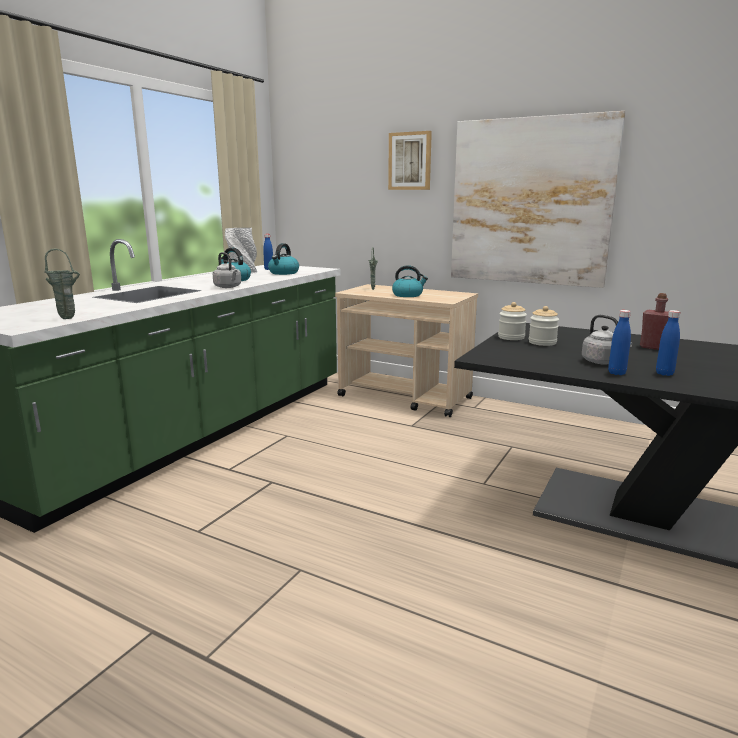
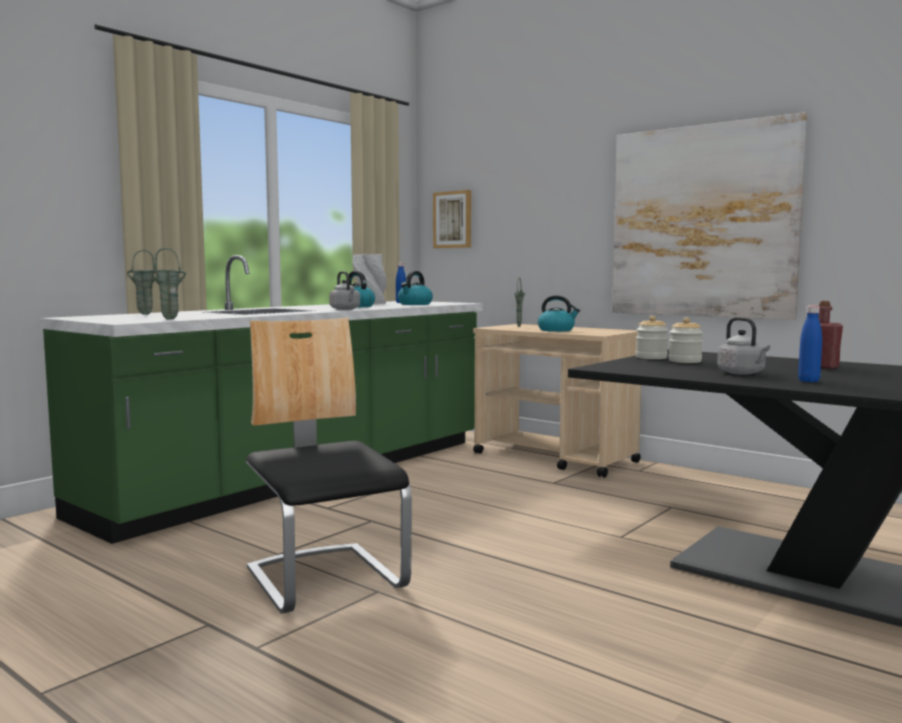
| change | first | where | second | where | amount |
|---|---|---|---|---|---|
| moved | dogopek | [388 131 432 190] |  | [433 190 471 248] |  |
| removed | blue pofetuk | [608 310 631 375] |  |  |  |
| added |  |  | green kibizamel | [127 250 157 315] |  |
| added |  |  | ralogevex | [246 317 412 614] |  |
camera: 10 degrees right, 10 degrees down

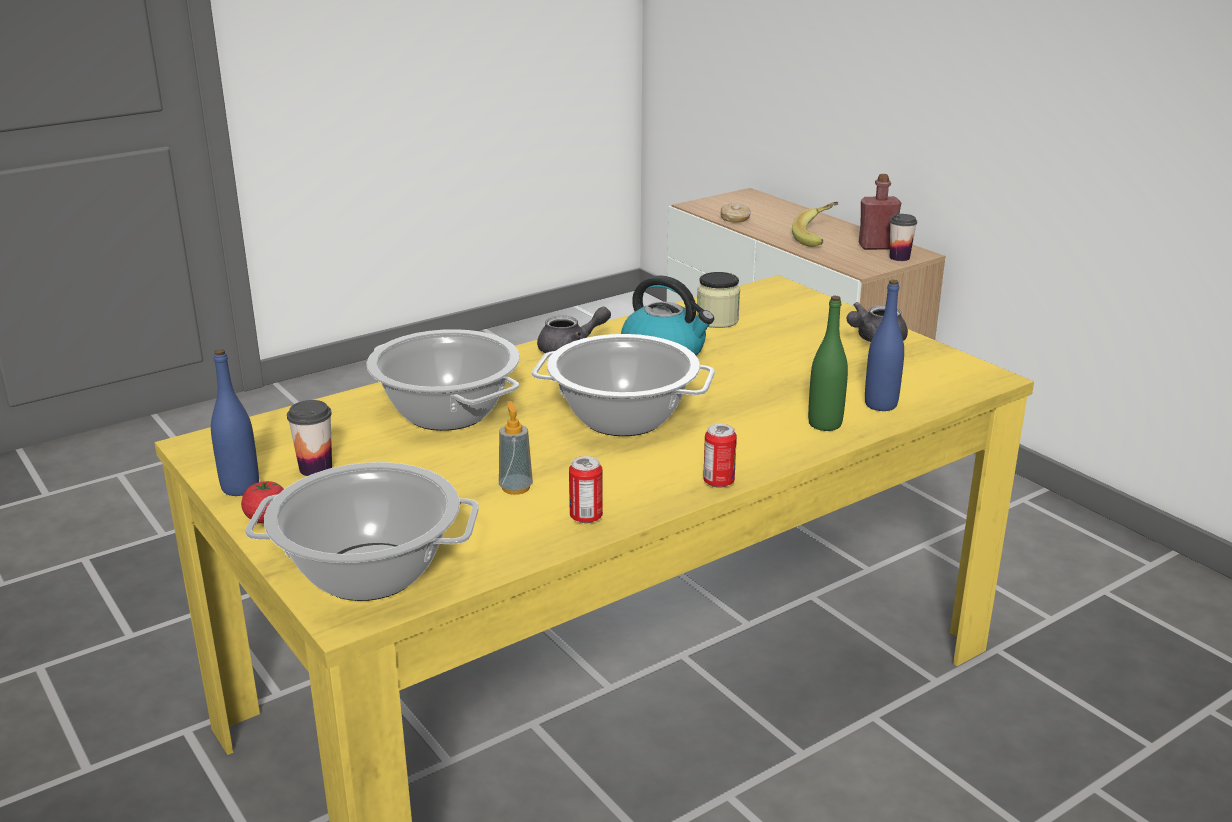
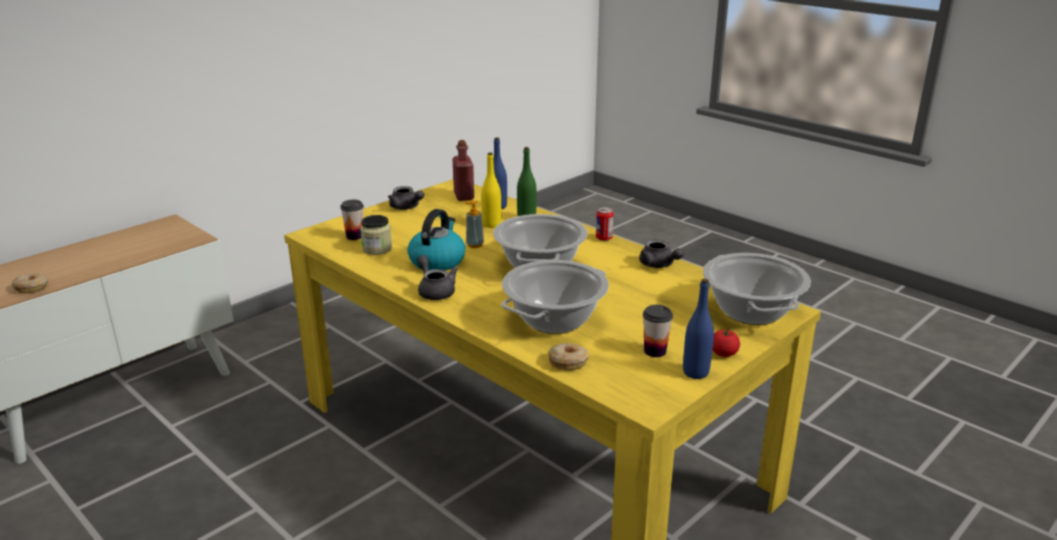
| change | first | where | second | where | amount |
|---|---|---|---|---|---|
| moved | red pofetuk | [859 174 902 250] |  | [452 140 474 201] |  |
| removed | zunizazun | [792 202 838 247] |  |  |  |
| moved | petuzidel | [890 214 917 261] |  | [340 200 364 240] |  |
| moved | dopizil | [499 401 533 495] |  | [465 200 484 248] |  |
| replaced | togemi | [569 456 603 523] | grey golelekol | [639 240 684 268] |  |
| added |  |  | yellow pofetuk | [481 152 501 228] |  |
| added |  |  | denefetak | [548 343 589 371] |  |
camera: 100 degrees left, 0 degrees up

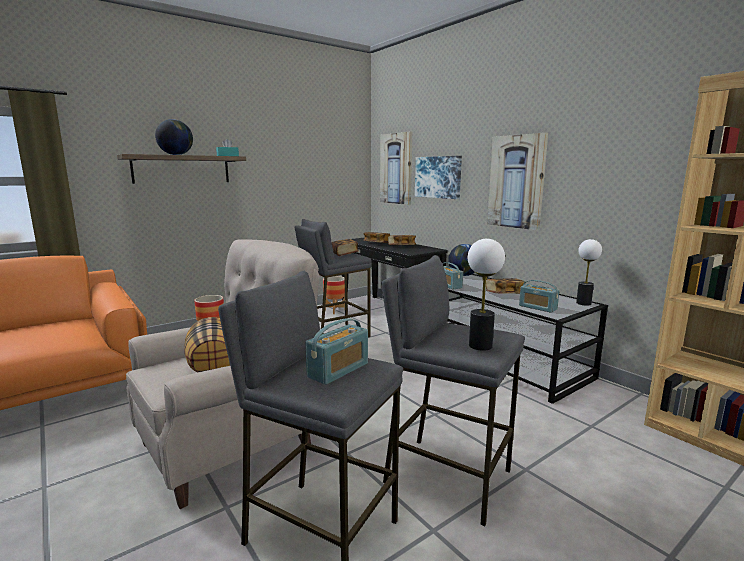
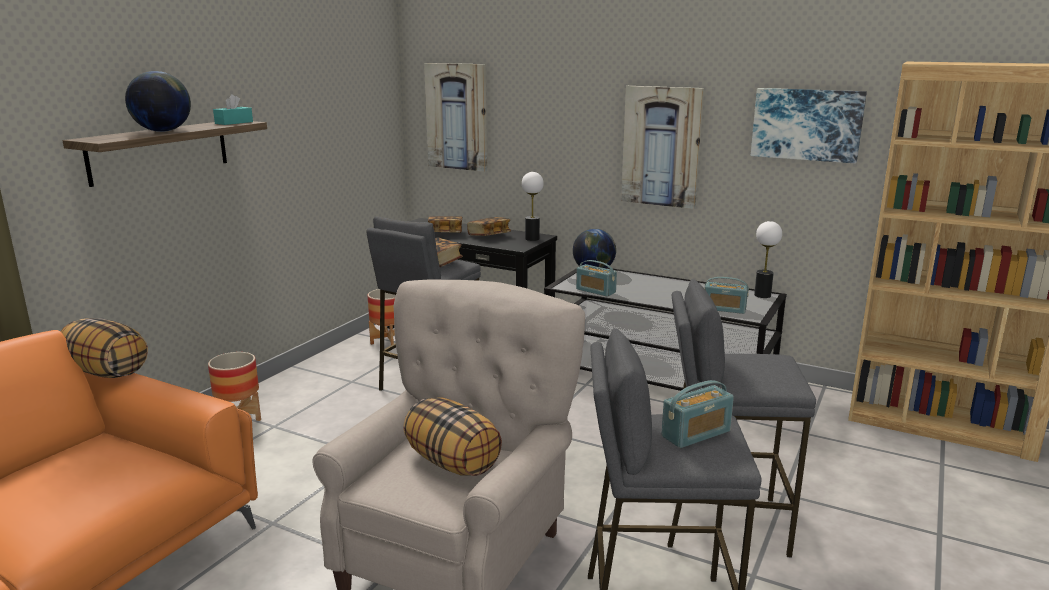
| change | first | where | second | where | amount |
|---|---|---|---|---|---|
| moved | dogopek | [415 156 462 199] |  | [751 88 867 164] |  |
| moved | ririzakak | [468 239 505 351] |  | [522 172 544 241] |  |
| removed | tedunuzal | [486 278 525 294] |  |  |  |
| turned | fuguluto | [305 318 368 385] |  | [661 380 734 448] | 45 degrees clockwise |
| added |  |  | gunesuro | [60 318 148 378] |  |
camera: 25 degrees left, 5 degrees up

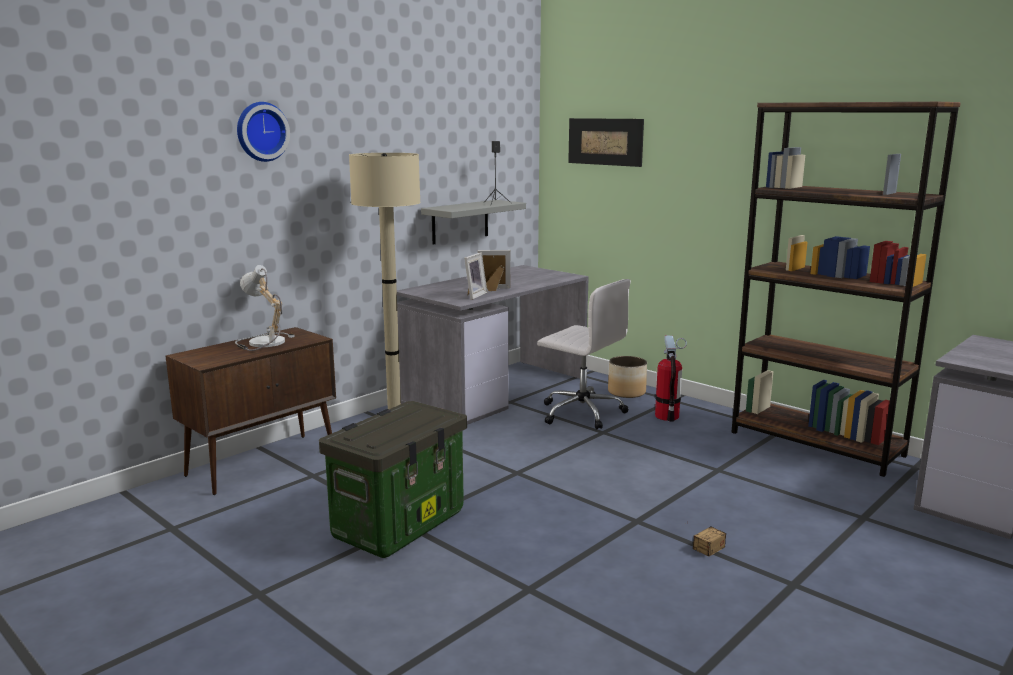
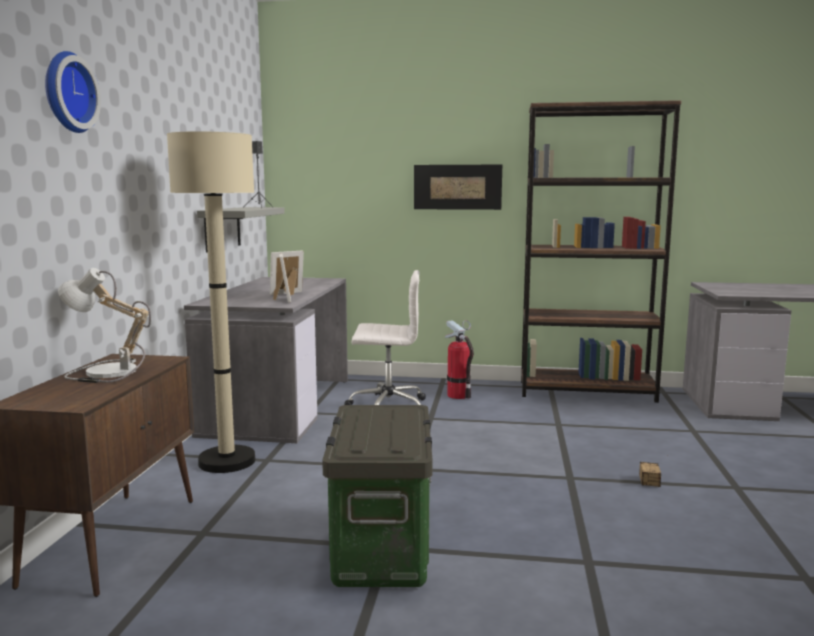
| change | first | where | second | where | amount |
|---|---|---|---|---|---|
| moved | dogopek | [568 118 644 167] |  | [414 165 502 210] |  |
| removed | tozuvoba | [608 356 647 398] |  |  |  |
camera: 35 degrees left, 5 degrees down

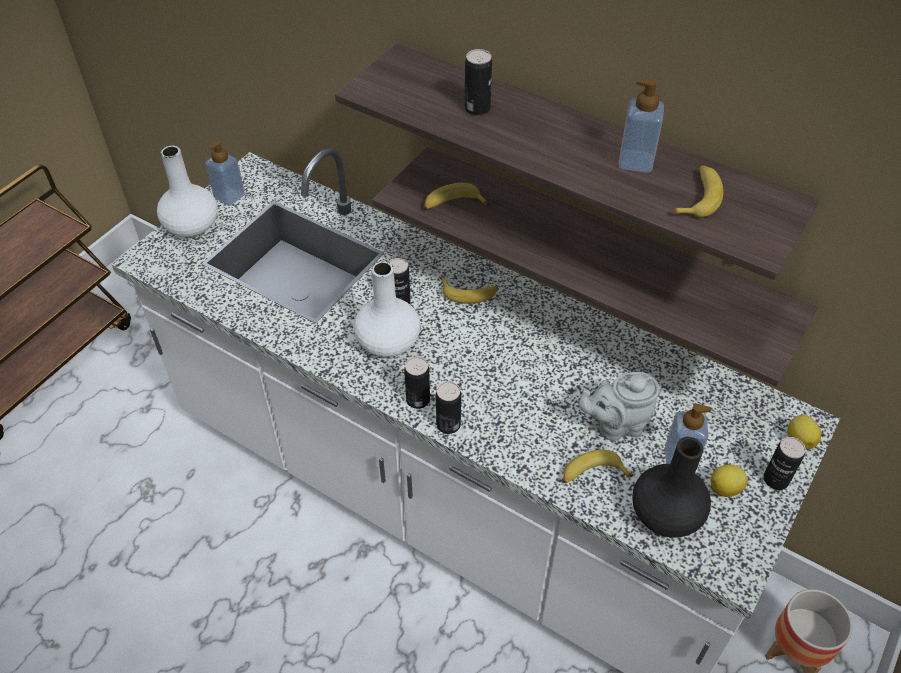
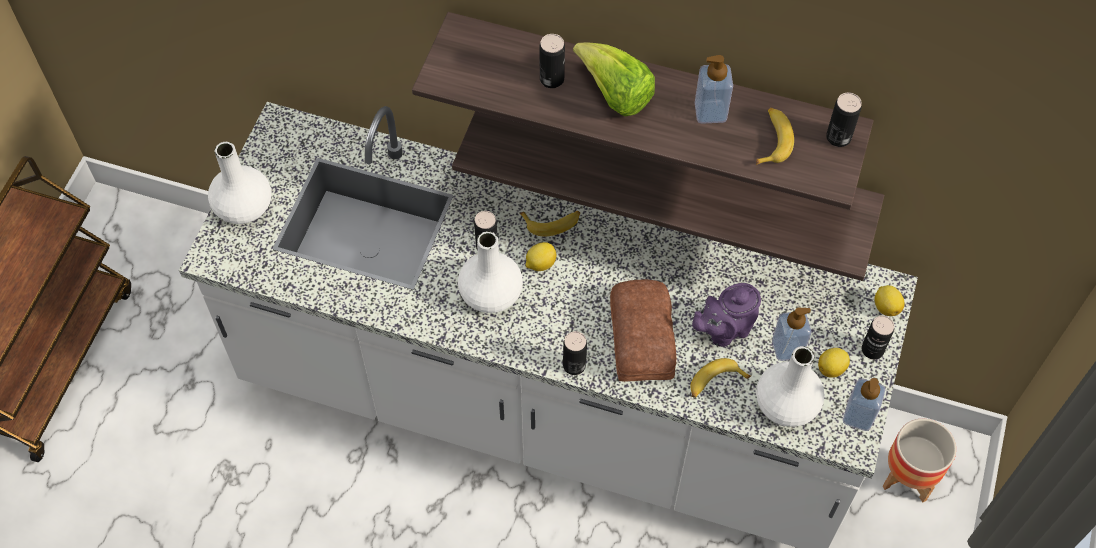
| change | first | where | second | where | amount |
|---|---|---|---|---|---|
| moved | dopizil | [205 141 245 206] |  | [843 378 885 431] |  |
| removed | zunizazun | [424 183 490 209] |  |  |  |
| moved | togemi | [404 357 430 409] |  | [826 92 862 147] |  |
| recoloured | grey golelekol | [579 372 659 441] | purple golelekol | [692 283 761 347] |  |
| recoloured | black kibizamel | [632 437 711 537] | white kibizamel | [756 346 825 427] |  |
| added |  |  | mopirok | [573 42 655 117] |  |
| added |  |  | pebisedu | [526 242 557 271] |  |
| added |  |  | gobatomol | [610 279 676 382] |  |
camera: 15 degrees left, 10 degrees up

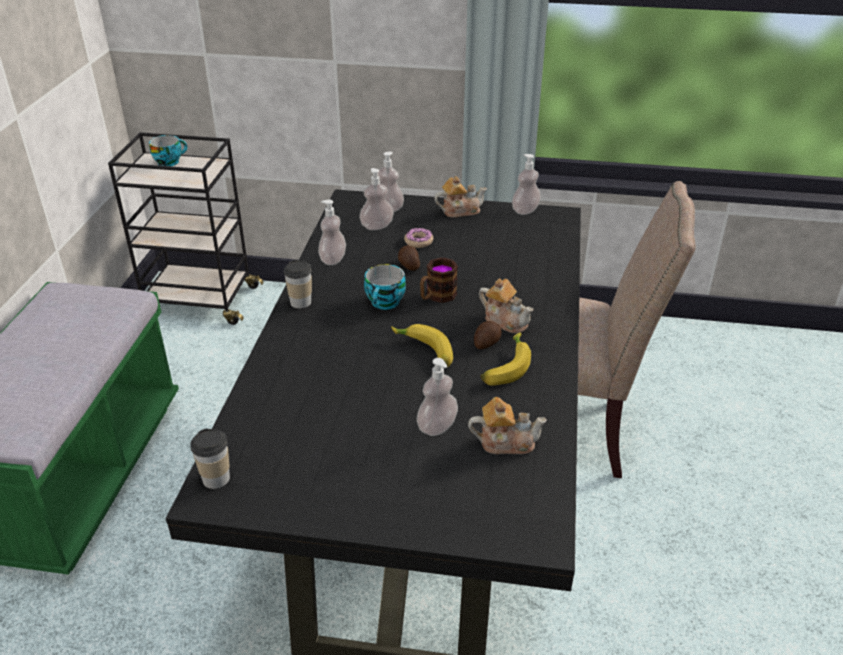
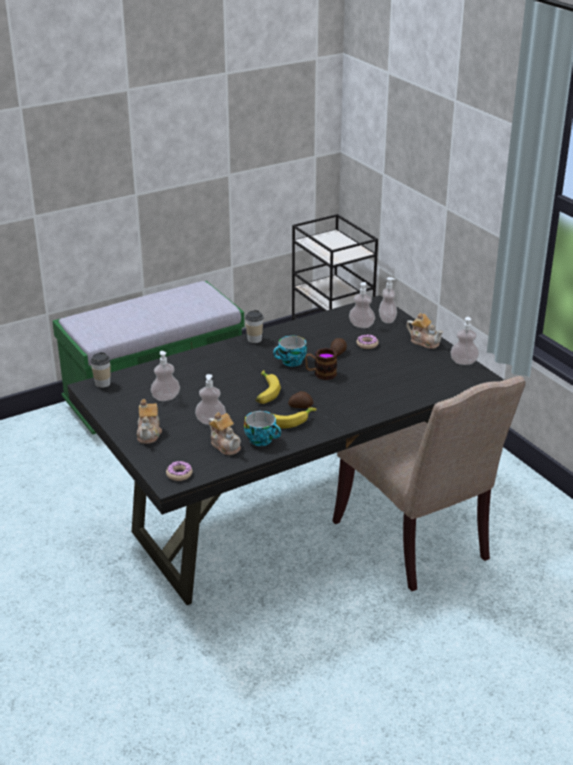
| change | first | where | second | where | amount |
|---|---|---|---|---|---|
| moved | petuzidel | [149 135 187 166] |  | [244 411 281 446] |  |
| moved | dopizil | [318 200 346 265] |  | [151 351 180 401] |  |
| moved | golelekol | [479 278 534 334] |  | [137 399 162 444] |  |
| added |  |  | denefetak | [166 461 192 481] |  |
camera: 50 degrees right, 5 degrees down

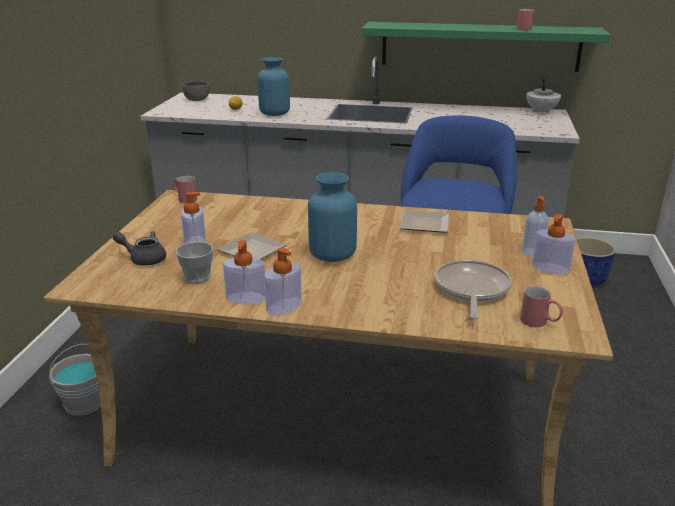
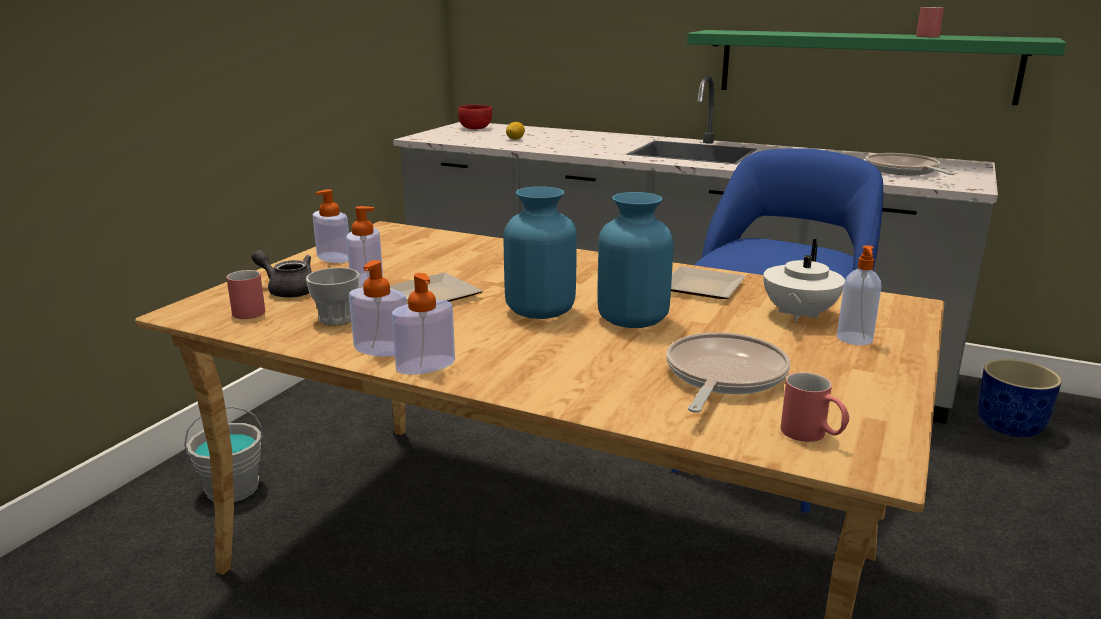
| change | first | where | second | where | amount |
|---|---|---|---|---|---|
| moved | blue kibizamel | [257 57 290 116] |  | [597 192 673 328] |  |
| moved | white golelekol | [526 79 561 114] |  | [763 239 845 322] |  |
| recoloured | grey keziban | [182 81 210 101] | red keziban | [458 105 492 129] |  |
| moved | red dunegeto | [173 176 197 203] |  | [226 270 265 319] |  |
| moved | dopizil | [532 214 576 275] |  | [313 189 349 263] |  |
| added |  |  | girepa | [866 153 955 175] |  |
camera: 15 degrees right, 5 degrees down

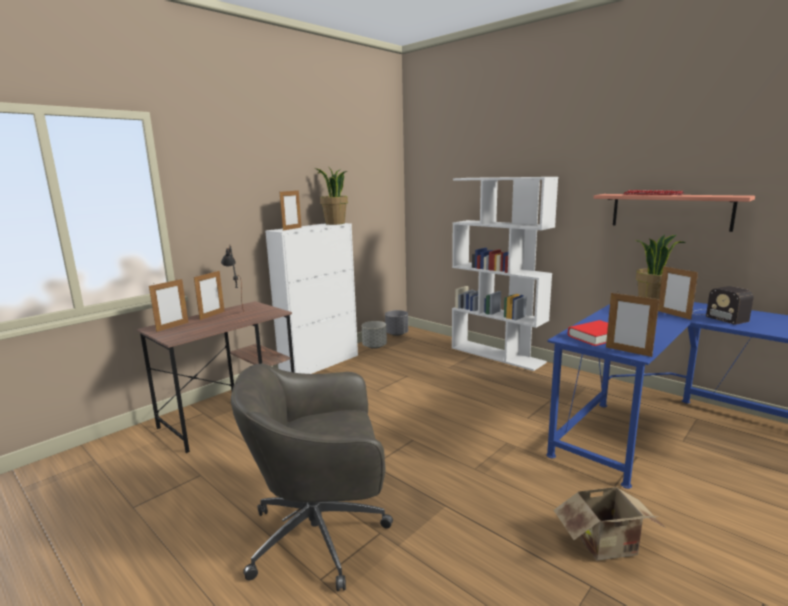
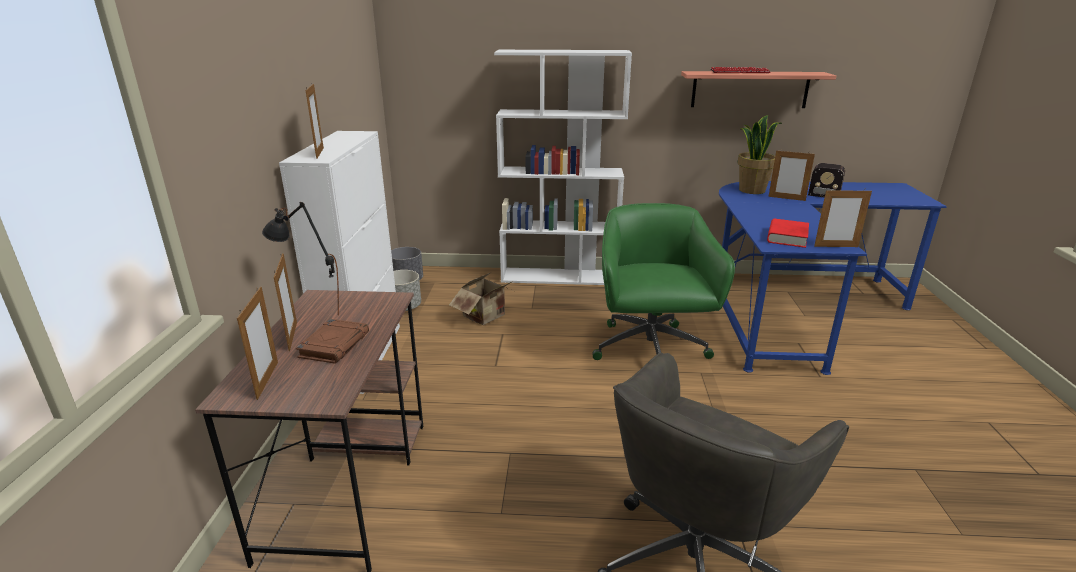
| change | first | where | second | where | amount |
|---|---|---|---|---|---|
| removed | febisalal | [315 168 348 225] |  |  |  |
| moved | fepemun | [554 486 665 561] |  | [449 272 516 325] |  |
| added |  |  | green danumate | [592 203 735 360] |  |
| added |  |  | brown tedunuzal | [296 319 369 364] |  |
camera: 40 degrees left, 10 degrees up

